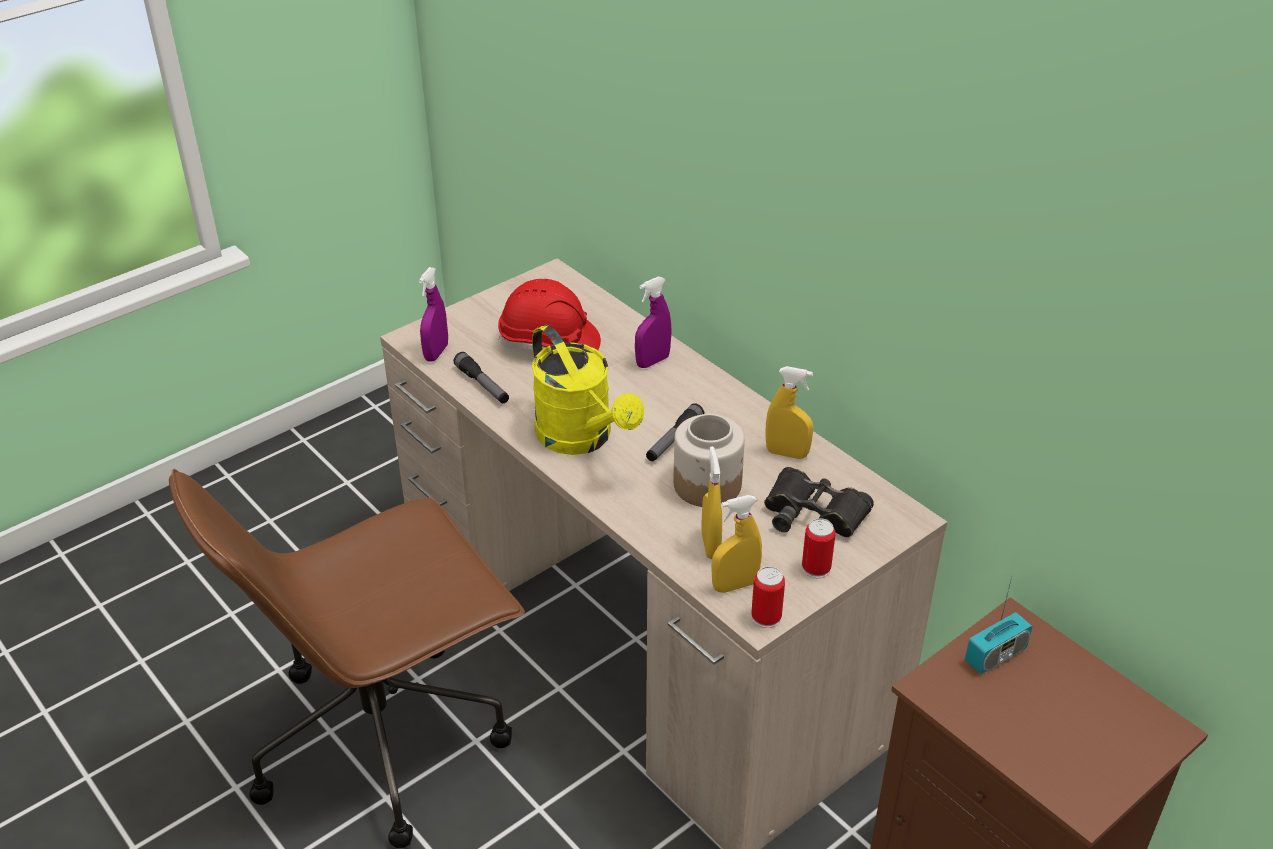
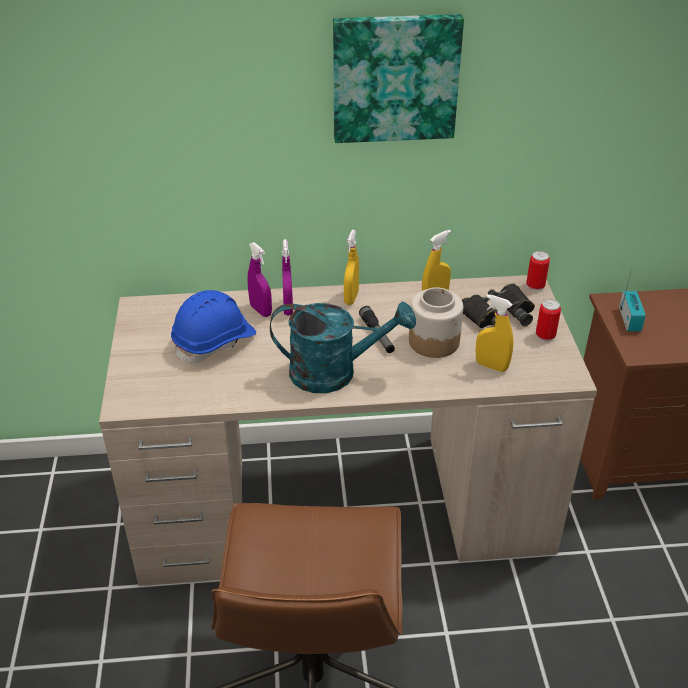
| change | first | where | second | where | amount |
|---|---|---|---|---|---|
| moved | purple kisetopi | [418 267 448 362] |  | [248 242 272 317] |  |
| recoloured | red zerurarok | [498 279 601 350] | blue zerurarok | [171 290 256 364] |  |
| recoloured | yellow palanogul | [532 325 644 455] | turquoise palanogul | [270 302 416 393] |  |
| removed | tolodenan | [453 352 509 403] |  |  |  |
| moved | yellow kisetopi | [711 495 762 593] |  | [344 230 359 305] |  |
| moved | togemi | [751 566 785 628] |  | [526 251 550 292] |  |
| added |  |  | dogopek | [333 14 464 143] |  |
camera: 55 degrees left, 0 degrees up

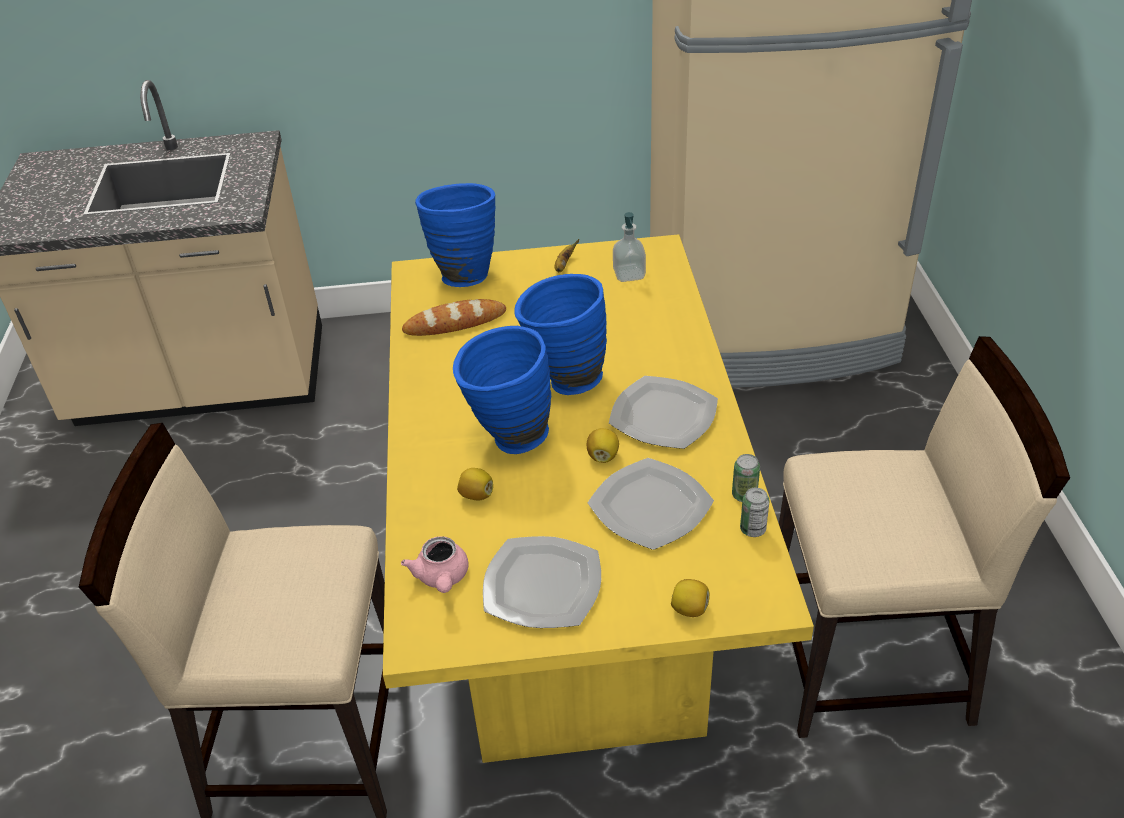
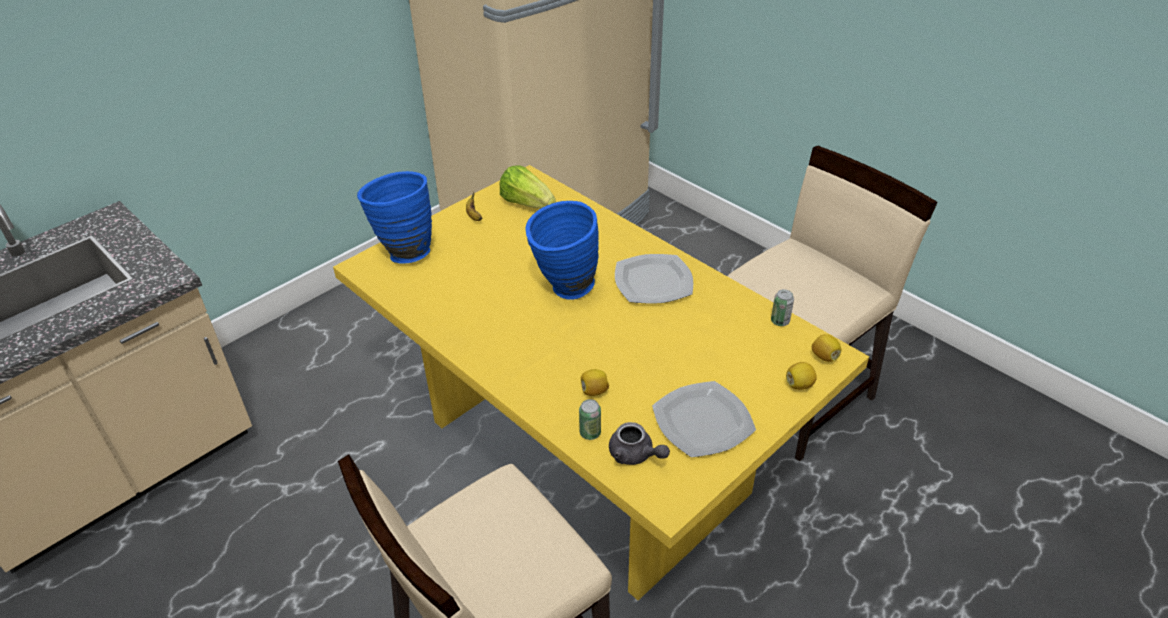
| change | first | where | second | where | amount |
|---|---|---|---|---|---|
| replaced | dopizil | [613 212 646 282] | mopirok | [500 165 556 209] |  |
| removed | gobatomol | [402 299 506 336] |  |  |  |
| removed | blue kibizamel | [453 326 551 454] |  |  |  |
| moved | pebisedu | [587 428 619 463] |  | [812 334 841 362] |  |
| moved | togemi | [732 454 760 502] |  | [579 399 601 440] |  |
| removed | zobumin | [587 458 714 550] |  |  |  |
| recoloured | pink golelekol | [401 536 469 593] | grey golelekol | [609 422 670 465] |  |
camera: 40 degrees left, 0 degrees up

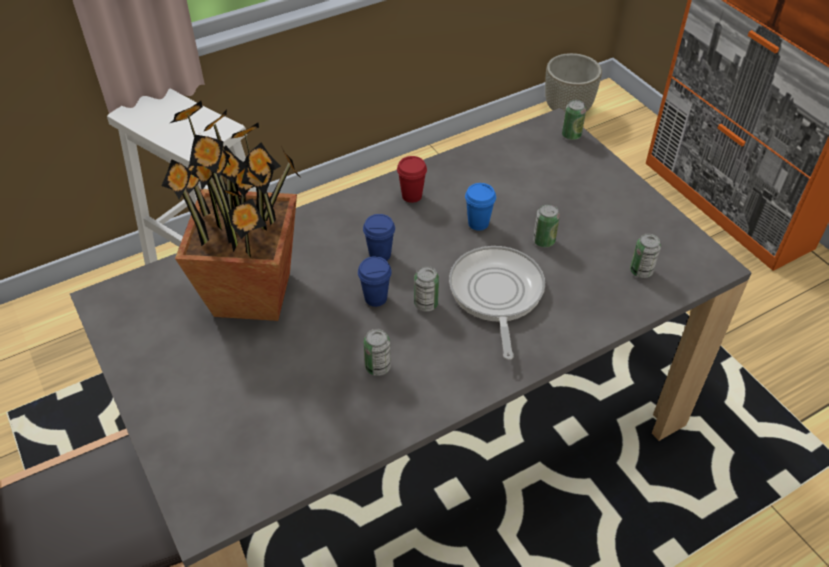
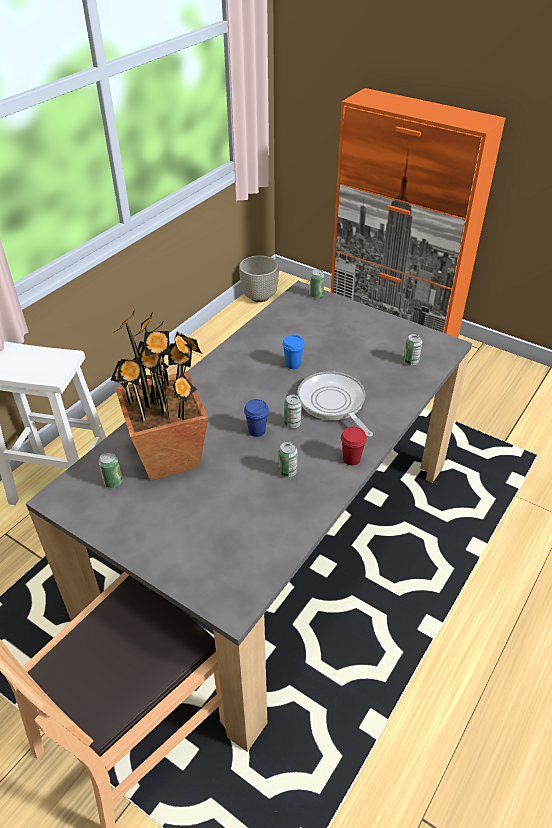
| change | first | where | second | where | amount |
|---|---|---|---|---|---|
| moved | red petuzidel | [397 156 427 203] |  | [341 426 367 465] |  |
| moved | togemi | [533 204 560 247] |  | [99 452 123 488] |  |
| removed | blue petuzidel | [363 214 395 261] |  |  |  |
camera: 25 degrees left, 5 degrees down

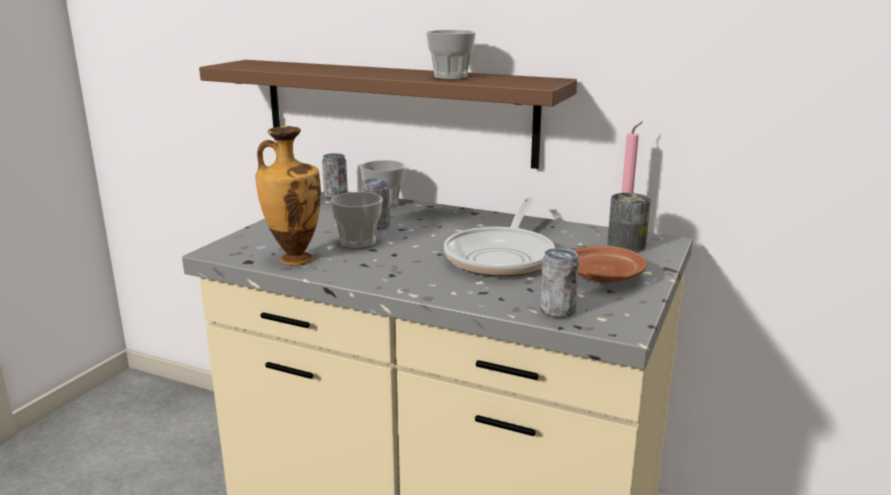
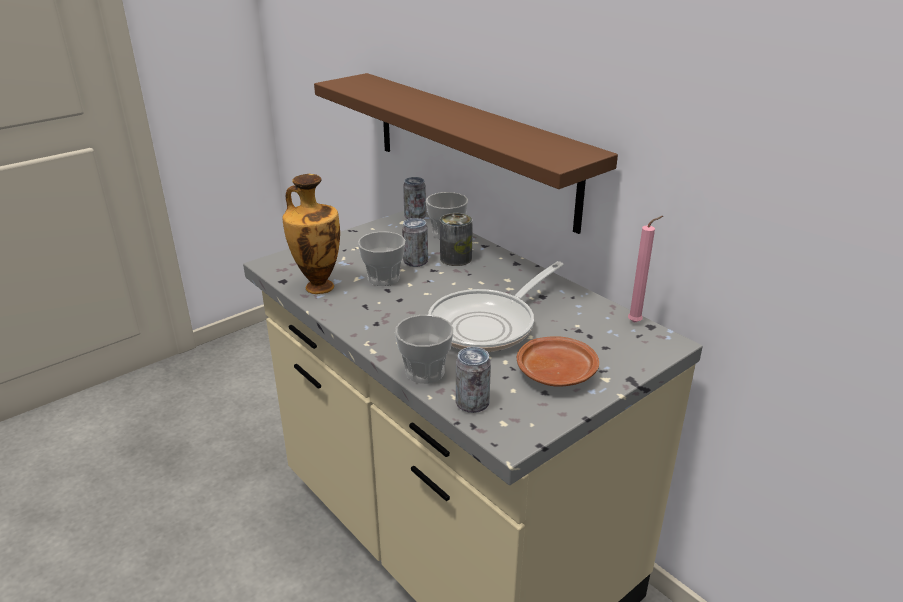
| change | first | where | second | where | amount |
|---|---|---|---|---|---|
| moved | petuzidel | [426 30 476 79] |  | [395 315 453 384] |  |
| moved | togemi | [607 193 651 253] |  | [440 213 473 266] |  |
camera: 25 degrees right, 10 degrees up

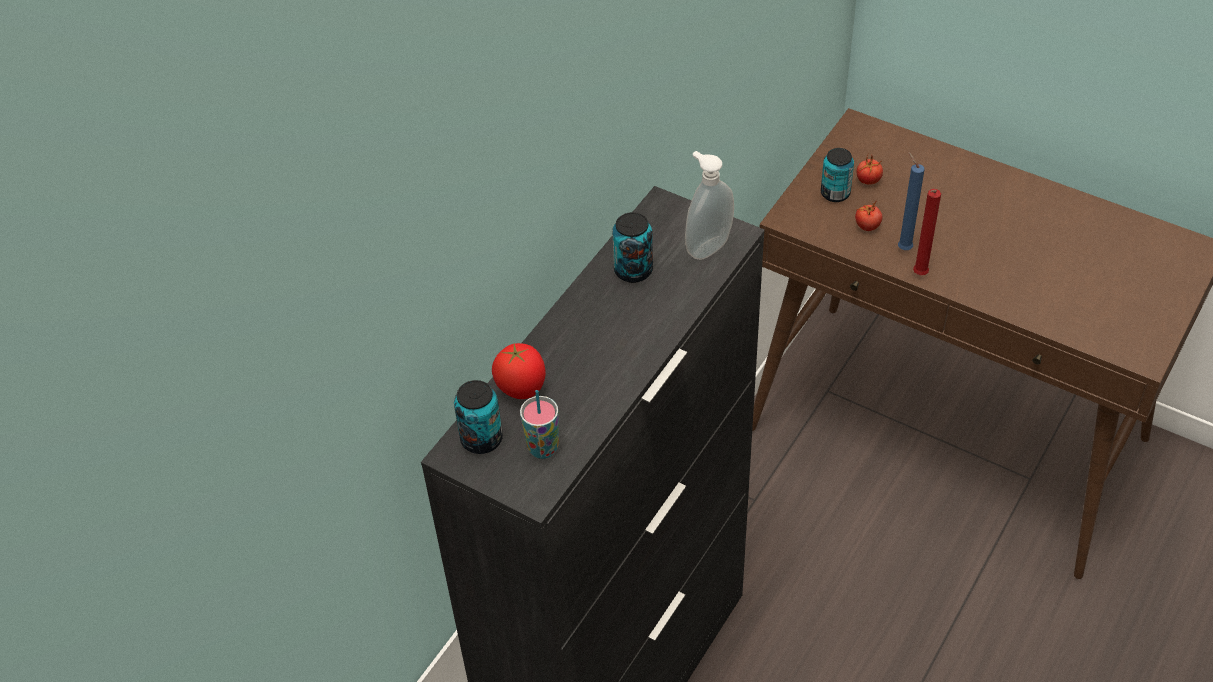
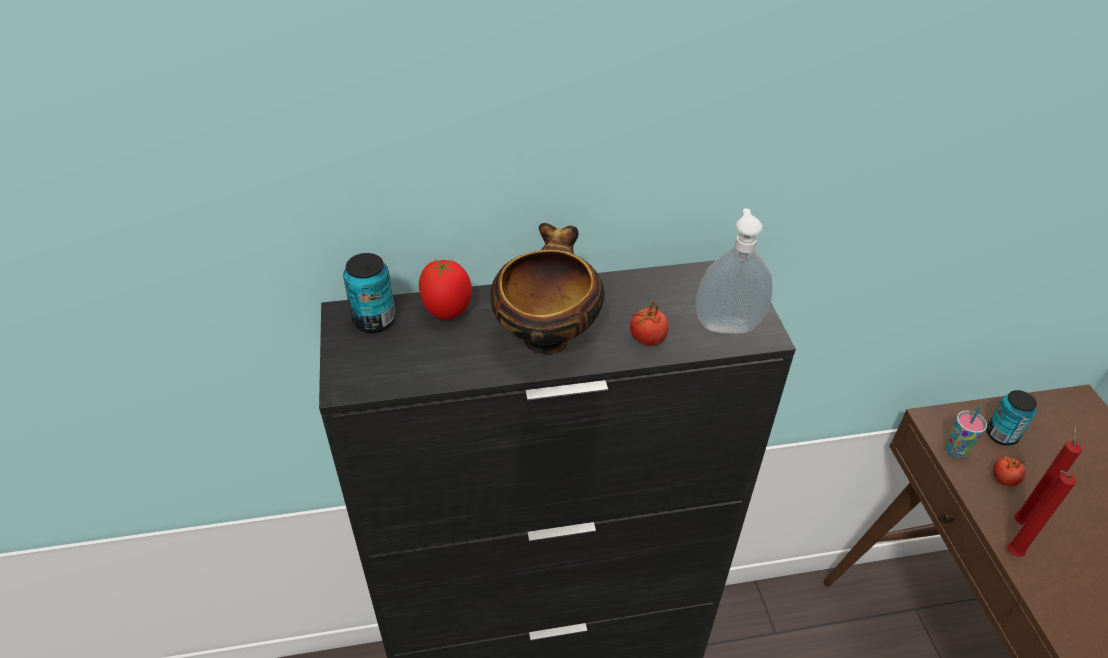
| change | first | where | second | where | amount |
|---|---|---|---|---|---|
| recoloured | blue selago | [898 152 924 250] | red selago | [1015 425 1082 525] |  |
| moved | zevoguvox | [857 156 883 184] |  | [630 298 668 346] |  |
| removed | togemi | [612 212 653 283] |  |  |  |
| moved | petuzidel | [520 390 559 459] |  | [945 405 987 458] |  |
| added |  |  | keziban | [490 223 605 355] |  |
camera: 45 degrees right, 5 degrees down

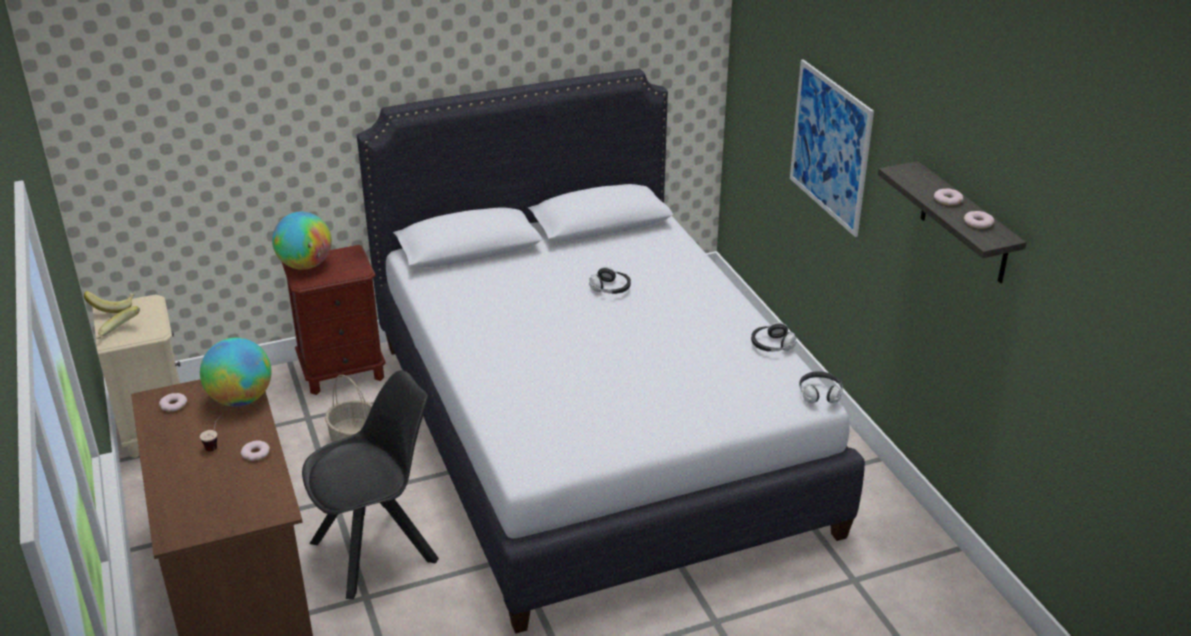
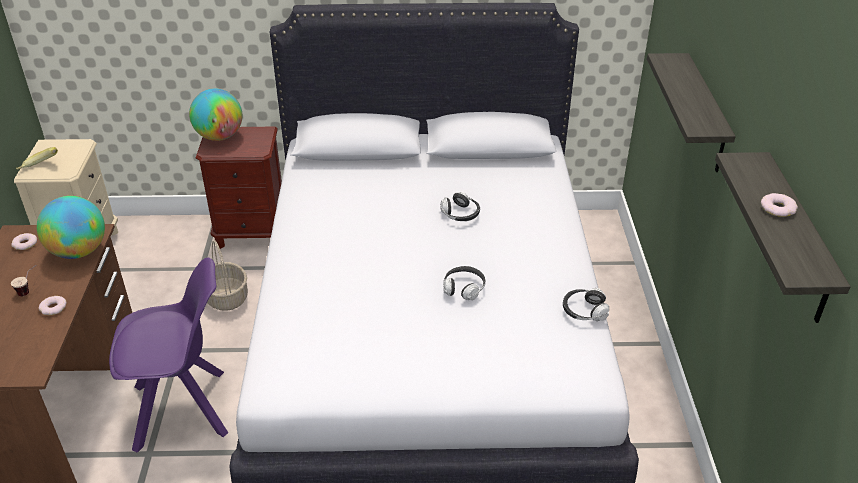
| change | first | where | second | where | amount |
|---|---|---|---|---|---|
| replaced | dogopek | [790 59 874 237] | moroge | [647 53 736 172] |  |
| removed | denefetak | [964 211 995 229] |  |  |  |
| removed | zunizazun | [84 291 134 313] |  |  |  |
| recoloured | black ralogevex | [302 370 439 599] | purple ralogevex | [109 258 228 453] |  |
| moved | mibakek | [799 371 843 403] |  | [443 266 486 300] |  |
camera: 20 degrees right, 5 degrees up

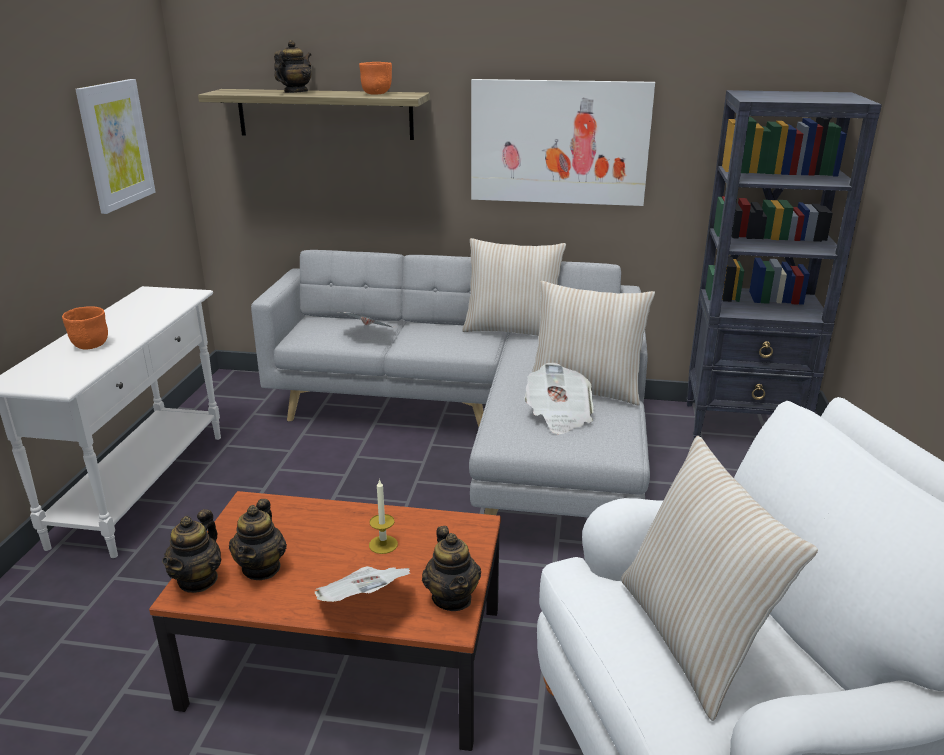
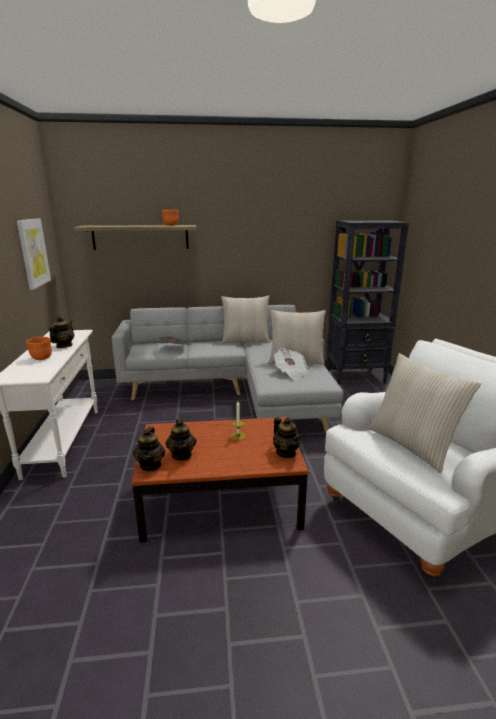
| change | first | where | second | where | amount |
|---|---|---|---|---|---|
| moved | golelekol | [274 40 311 93] |  | [49 316 74 348] |  |
| removed | dogopek | [471 79 655 206] |  |  |  |
| removed | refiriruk | [315 566 410 602] |  |  |  |
camera: 15 degrees left, 5 degrees down

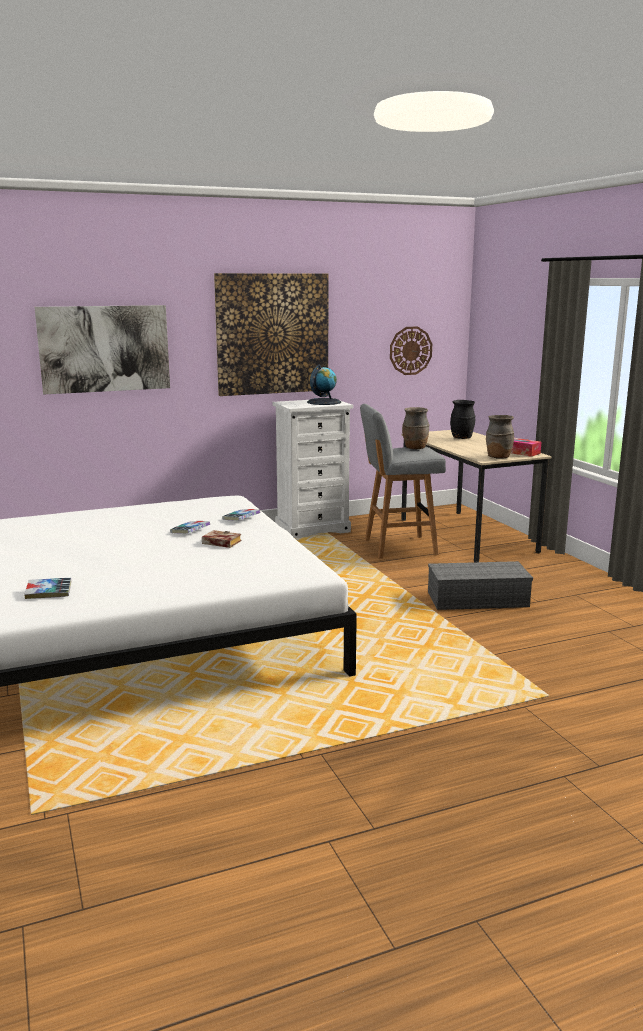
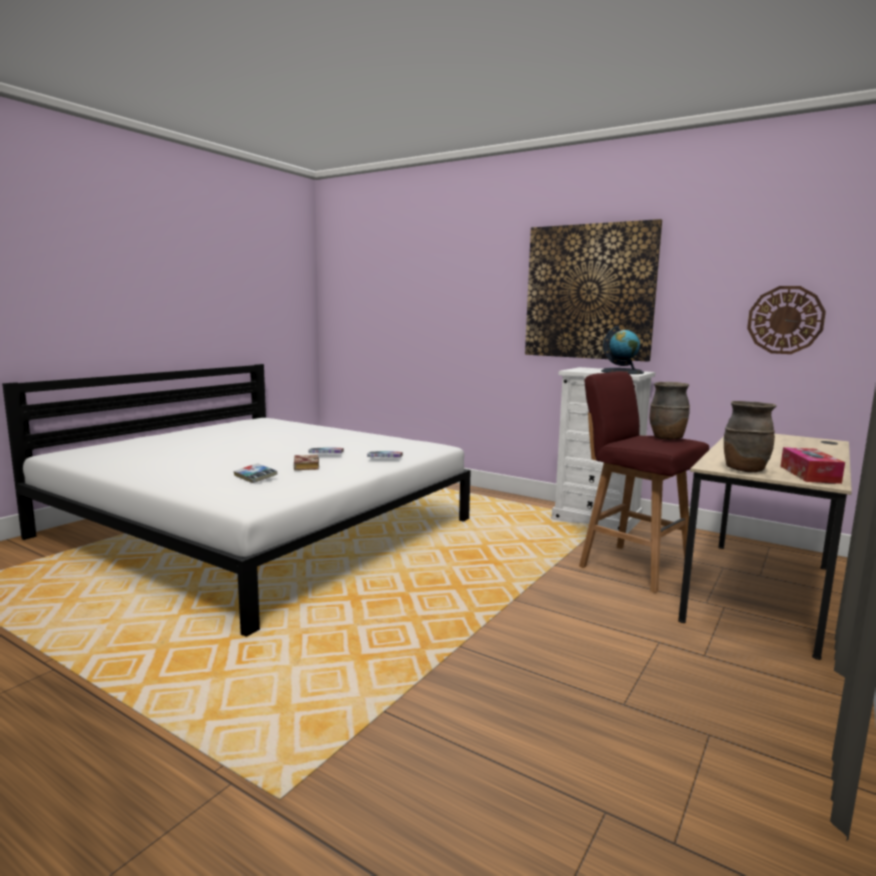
| change | first | where | second | where | amount |
|---|---|---|---|---|---|
| removed | dogopek | [35 305 170 395] |  |  |  |
| removed | black kibizamel | [450 400 475 439] |  |  |  |
| recoloured | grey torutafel | [360 404 446 559] | red torutafel | [579 371 709 593] |  |
| removed | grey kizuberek | [428 561 533 610] |  |  |  |
| moved | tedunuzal | [24 578 71 599] |  | [234 463 278 483] |  |
camera: 55 degrees right, 5 degrees down

